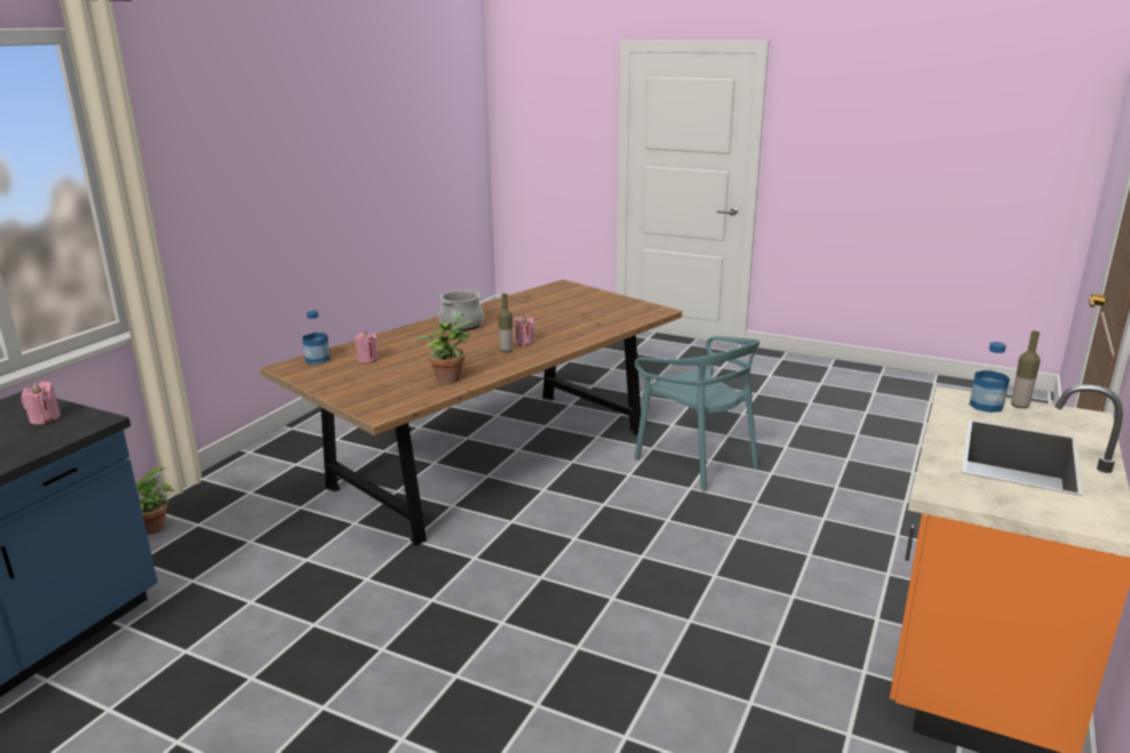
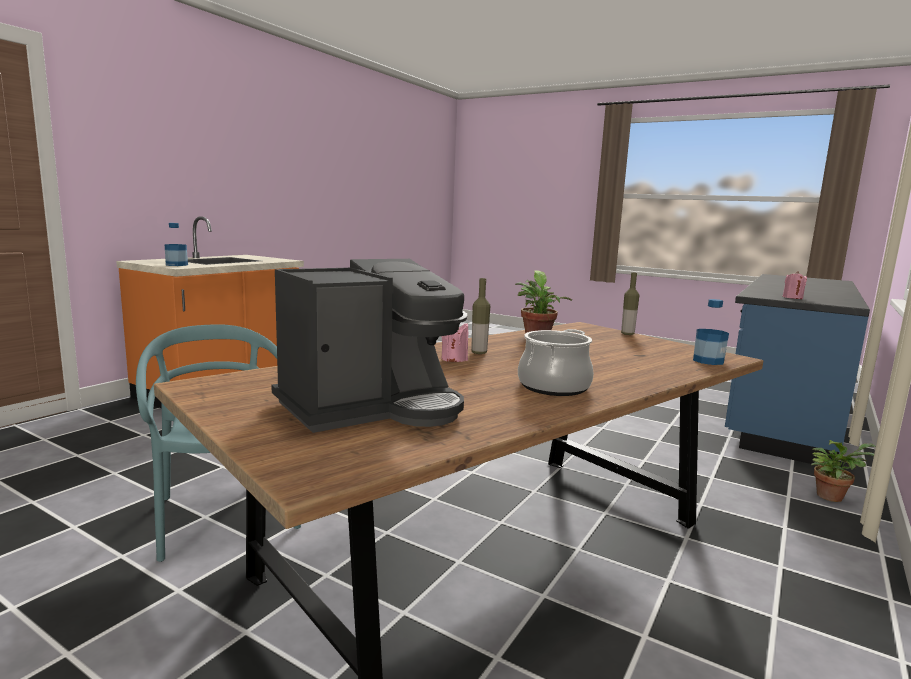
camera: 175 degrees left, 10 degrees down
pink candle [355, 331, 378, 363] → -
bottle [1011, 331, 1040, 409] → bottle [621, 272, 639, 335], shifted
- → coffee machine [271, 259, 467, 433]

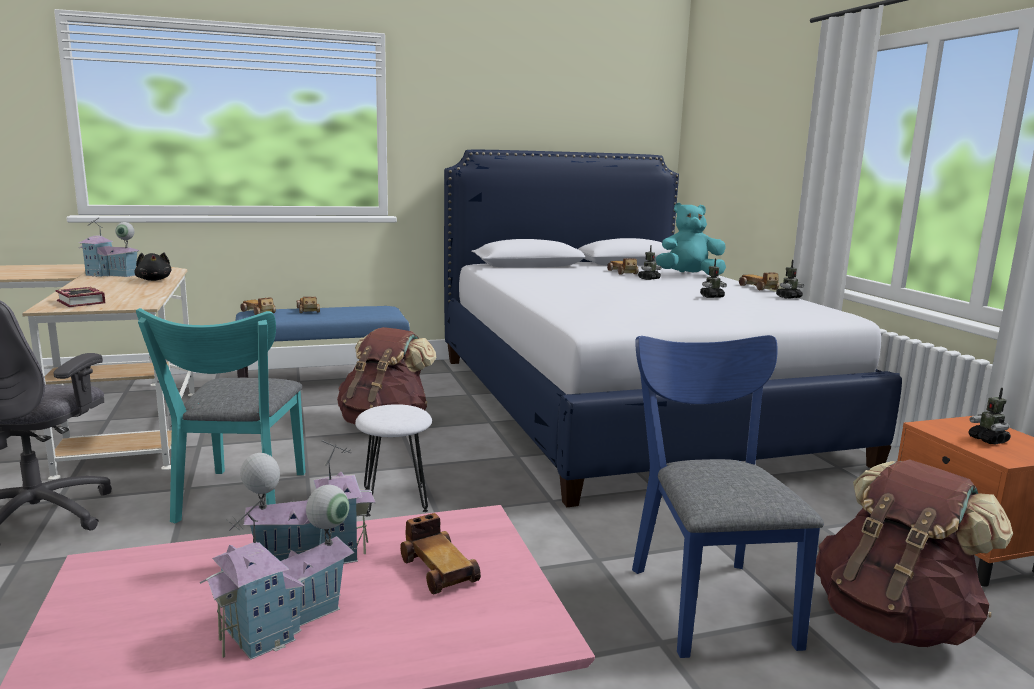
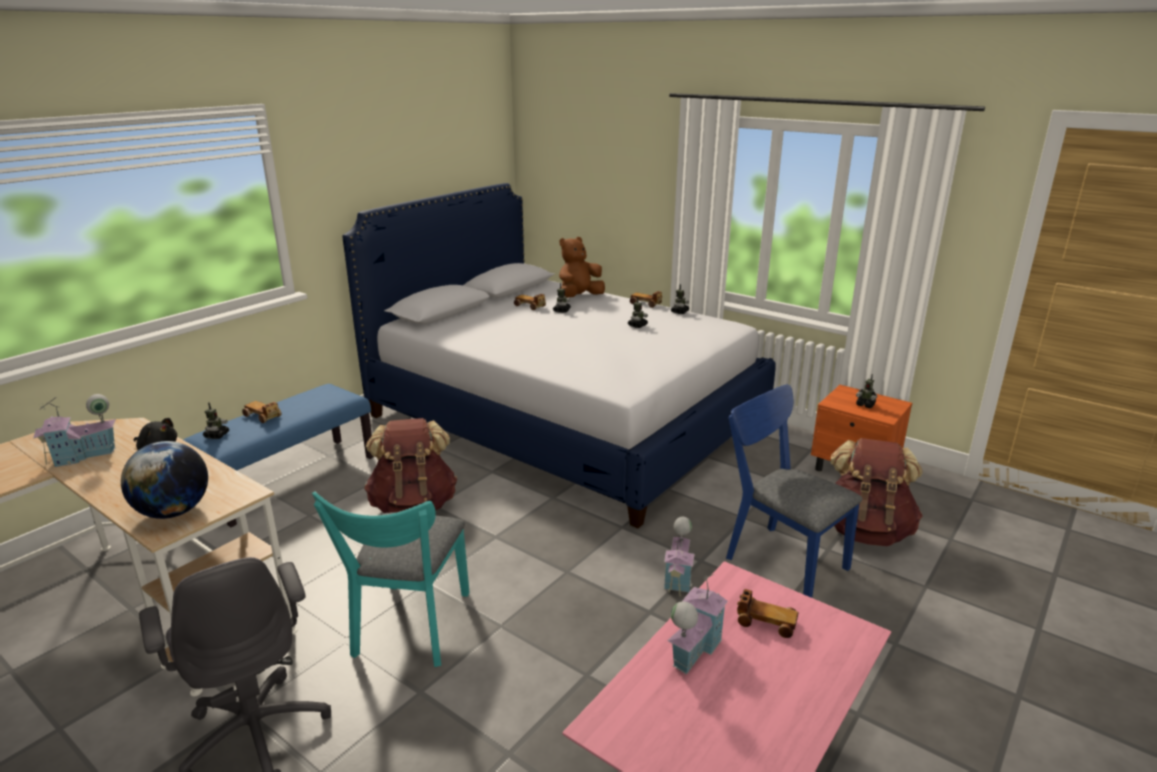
camera: 35 degrees left, 10 degrees up
book [55, 287, 106, 307] → globe [121, 441, 208, 519]
turquoise chair [136, 308, 305, 523] → turquoise chair [312, 491, 470, 667], 45 degrees clockwise
toy house [200, 485, 355, 660] → toy house [664, 517, 694, 597], shifted
toy car [240, 297, 276, 315] → toy robot [203, 402, 229, 439]
white stool [355, 404, 432, 516] → -
turquoise plush toy [656, 203, 726, 275] → brown plush toy [559, 237, 605, 298]

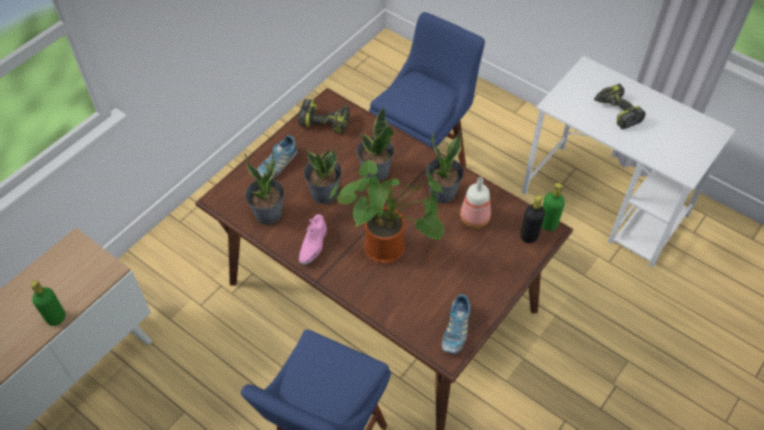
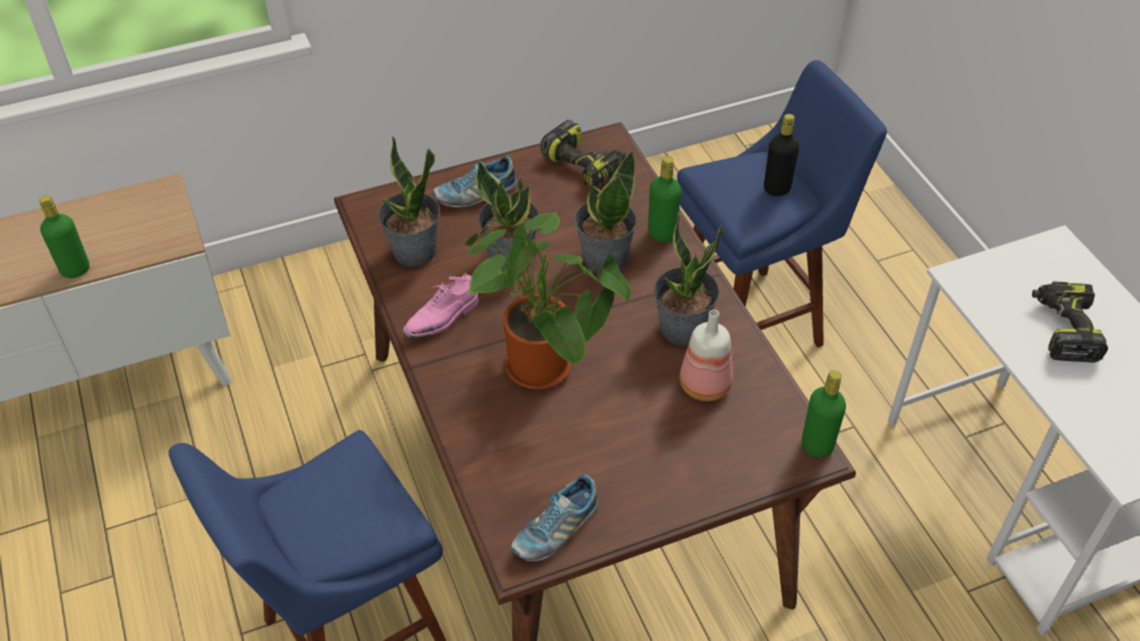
camera: 30 degrees right, 5 degrees down
black bottle [521, 195, 545, 243] → black bottle [764, 114, 800, 196], shifted
- → green bottle [648, 156, 681, 242]

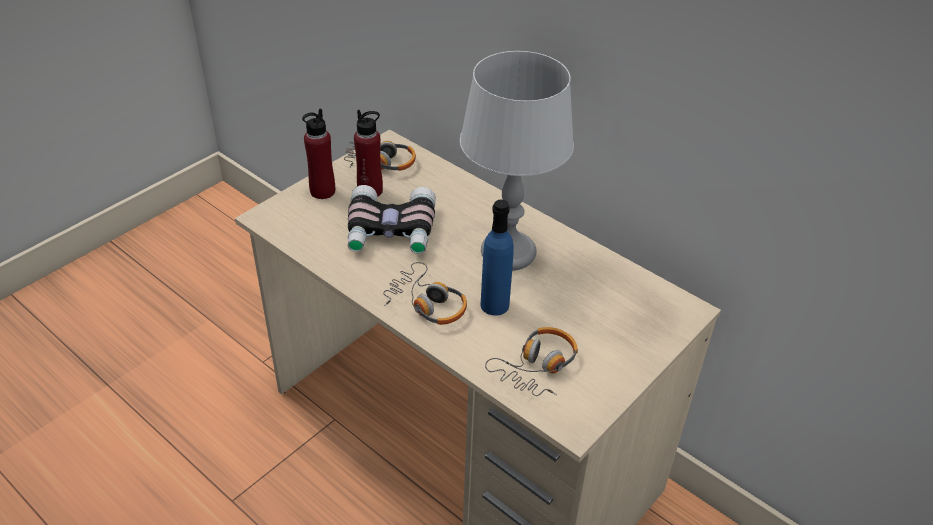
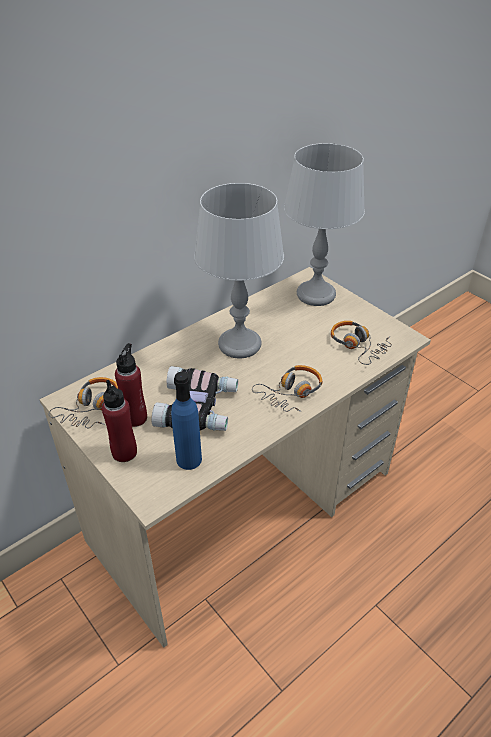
camera: 80 degrees left, 0 degrees up
blue bottle [480, 200, 514, 316] → blue bottle [171, 372, 202, 470], shifted
- → grey table lamp [284, 143, 365, 306]

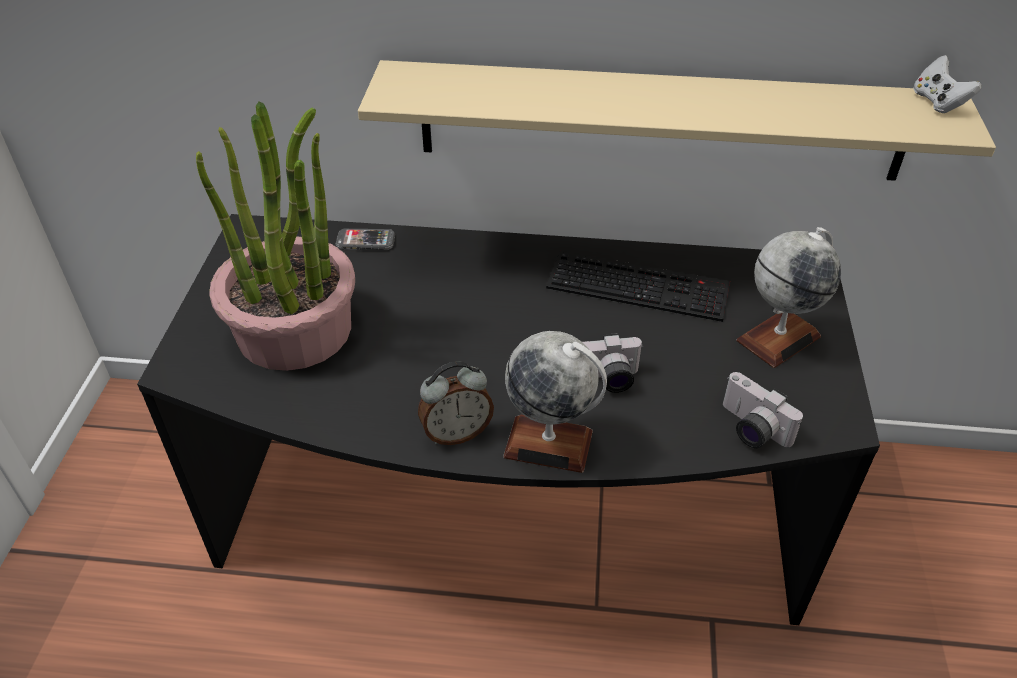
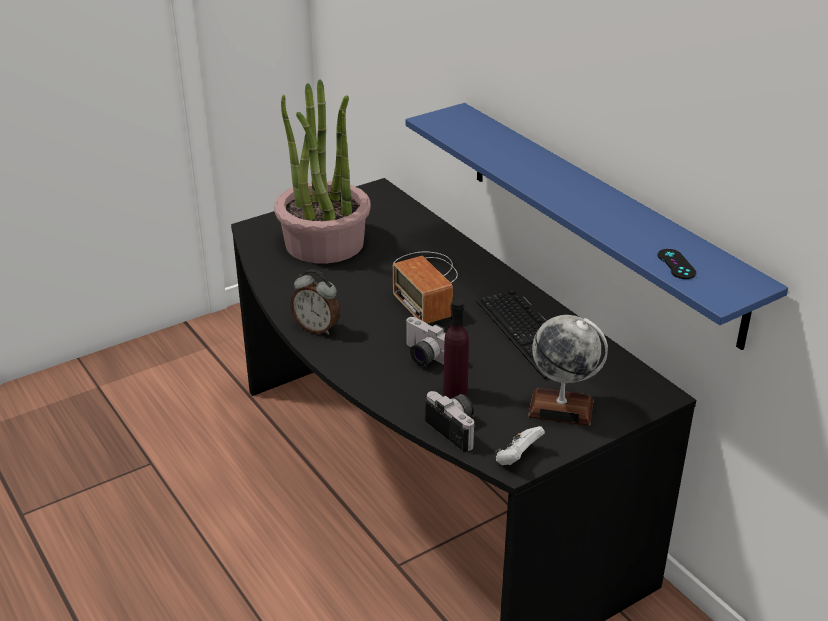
camera: 50 degrees right, 10 degrees down
phone [335, 229, 395, 250] → -
beige shelf [358, 60, 996, 181] → blue shelf [405, 103, 788, 350]
globe [503, 331, 607, 473] → -
photo camera [723, 372, 803, 448] → photo camera [425, 391, 474, 452], 135 degrees clockwise
white game controller [913, 55, 982, 113] → white game controller [496, 426, 545, 465], shifted
- → radio [393, 252, 458, 324]
- → purple bottle [443, 299, 469, 399]
- → black game controller [658, 249, 696, 279]

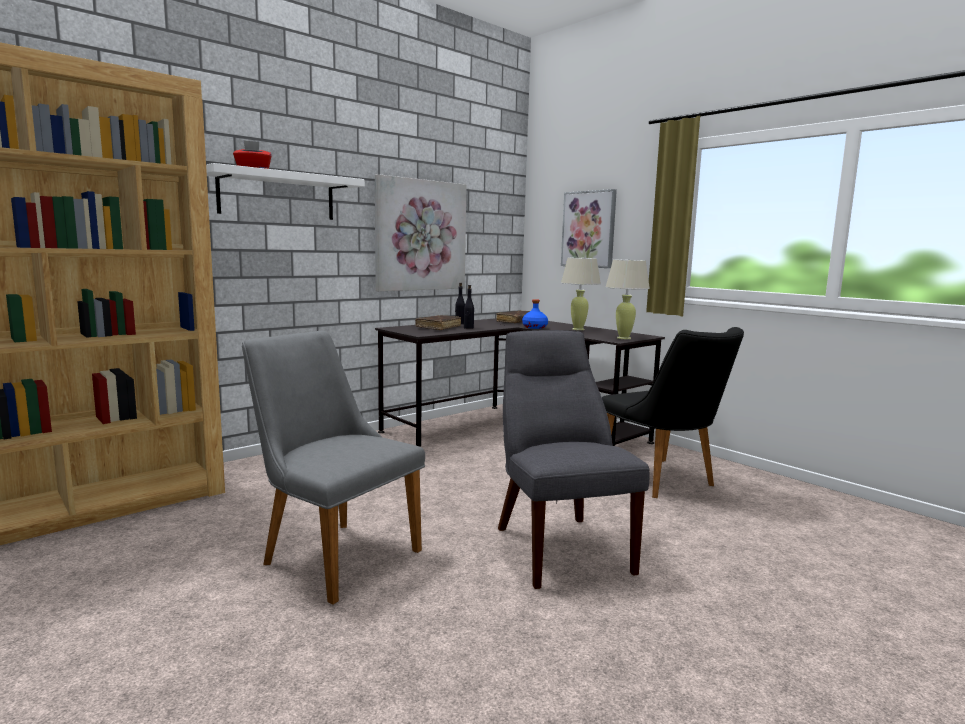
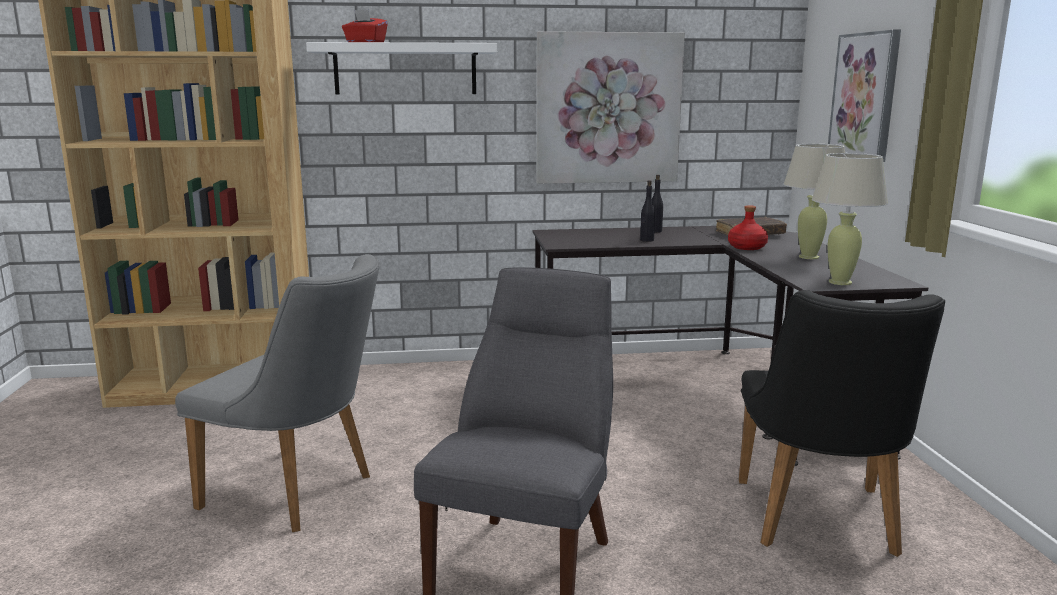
camera: 35 degrees right, 5 degrees up
grey chair [242, 331, 425, 605] → grey chair [175, 254, 379, 532], 135 degrees clockwise
brown book [415, 315, 461, 330] → -
blue bottle [522, 299, 548, 329] → red bottle [728, 205, 768, 250]

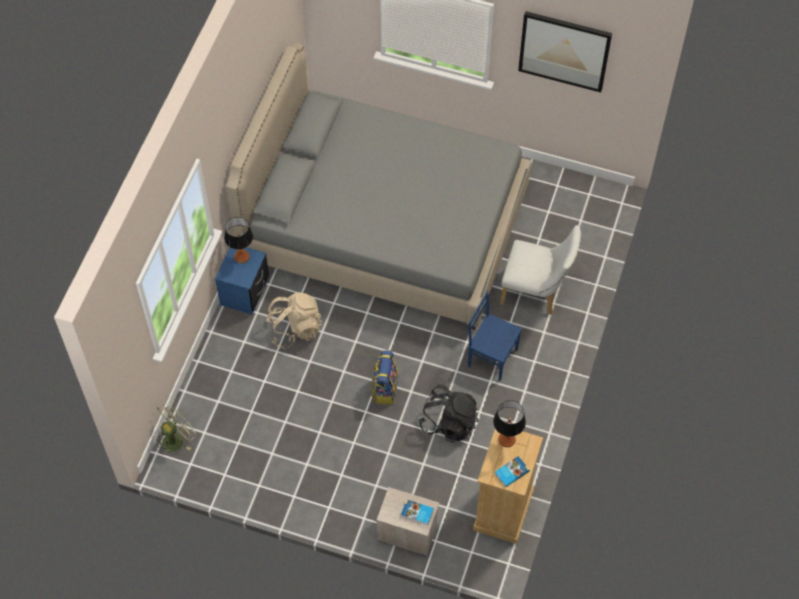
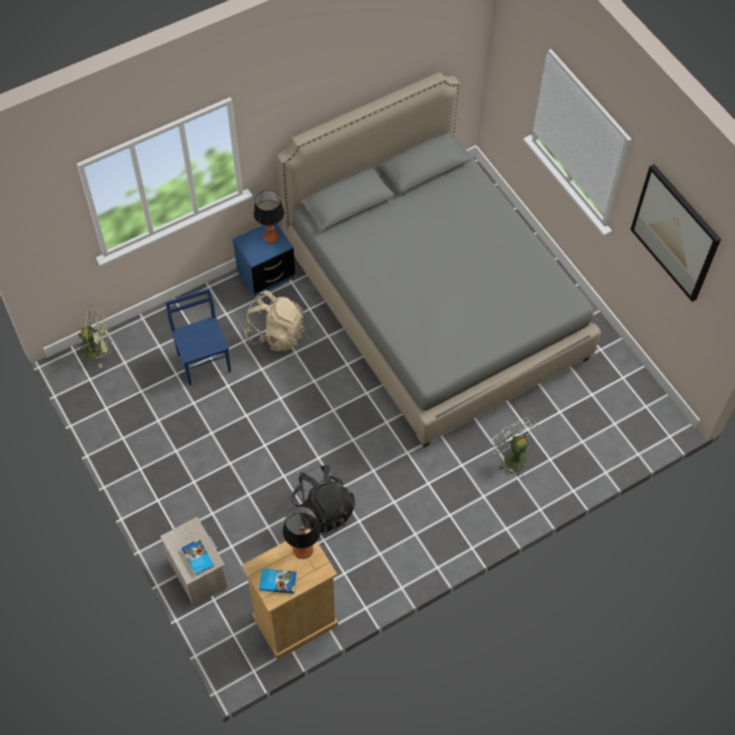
camera: 40 degrees right, 0 degrees up
backpack [371, 350, 399, 404] → -
blue chair [468, 291, 522, 381] → blue chair [166, 288, 231, 386], shifted
white chair [500, 225, 581, 315] → white fan [489, 417, 538, 477]

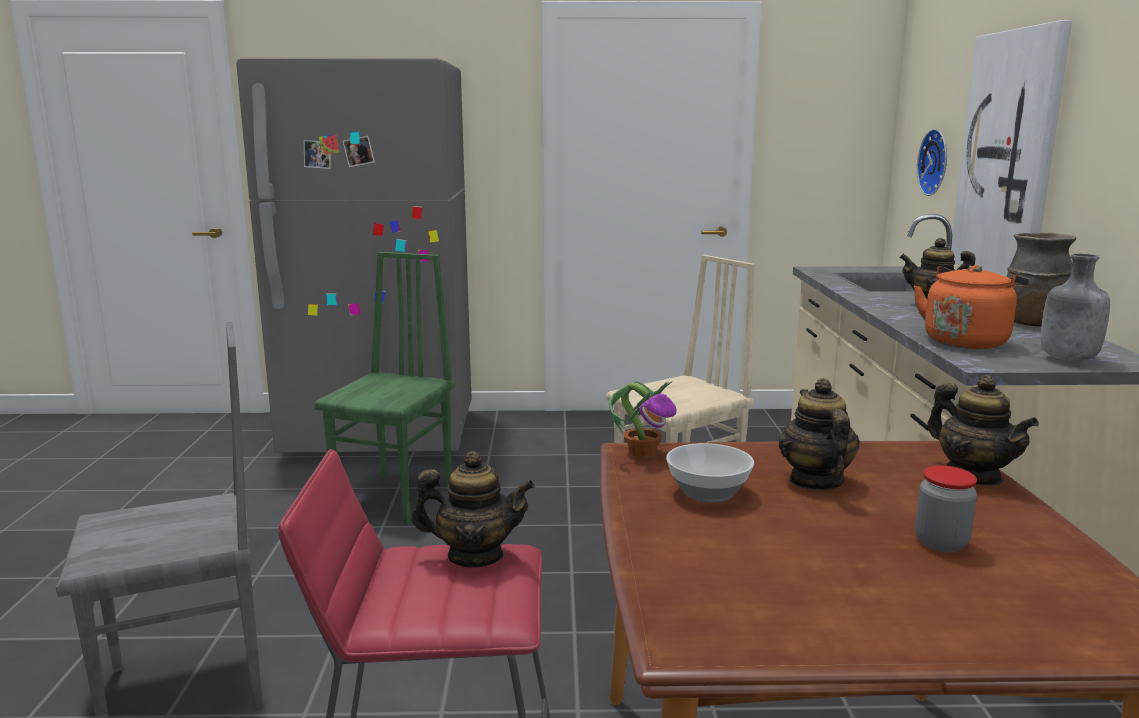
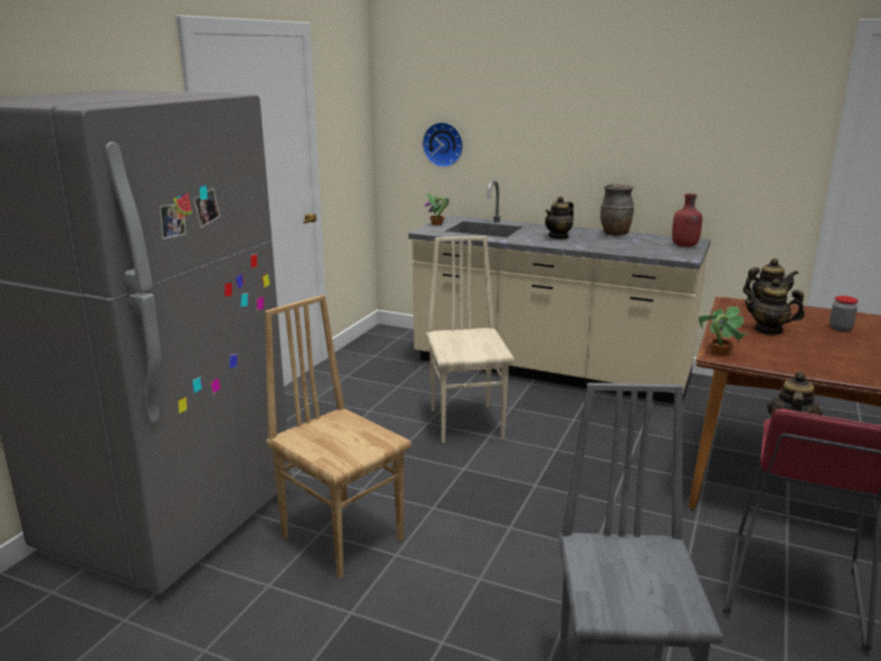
camera: 65 degrees left, 5 degrees up
green chair [314, 252, 455, 524] → brown chair [265, 295, 411, 579]
bowl [666, 443, 754, 503] → -
orange kettle [913, 265, 1029, 349] → -
picture [951, 20, 1072, 277] → -
grey bottle [1041, 253, 1110, 361] → red bottle [672, 194, 702, 247]
- → potted plant [425, 193, 449, 225]

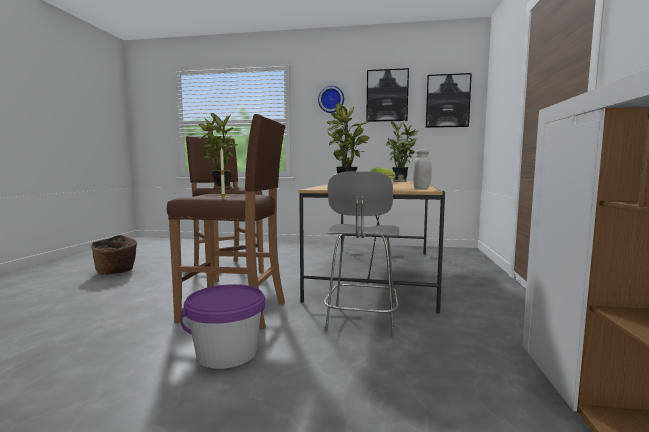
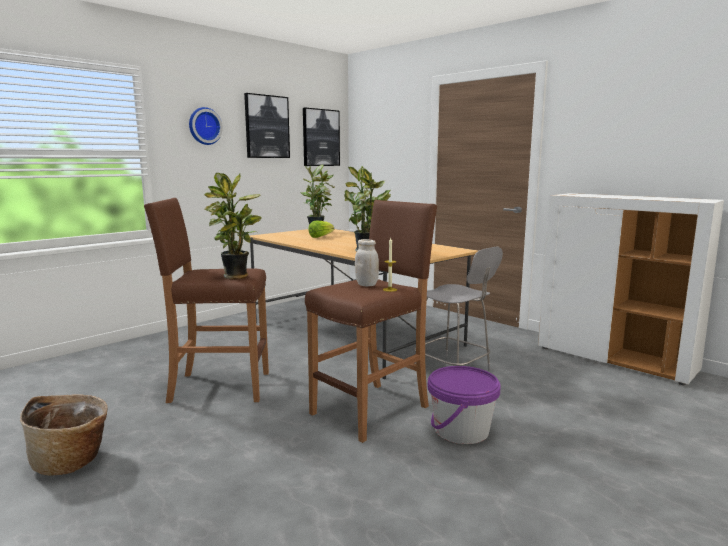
camera: 55 degrees left, 5 degrees up
white jar [413, 149, 432, 189] → white jar [355, 239, 379, 286], shifted

